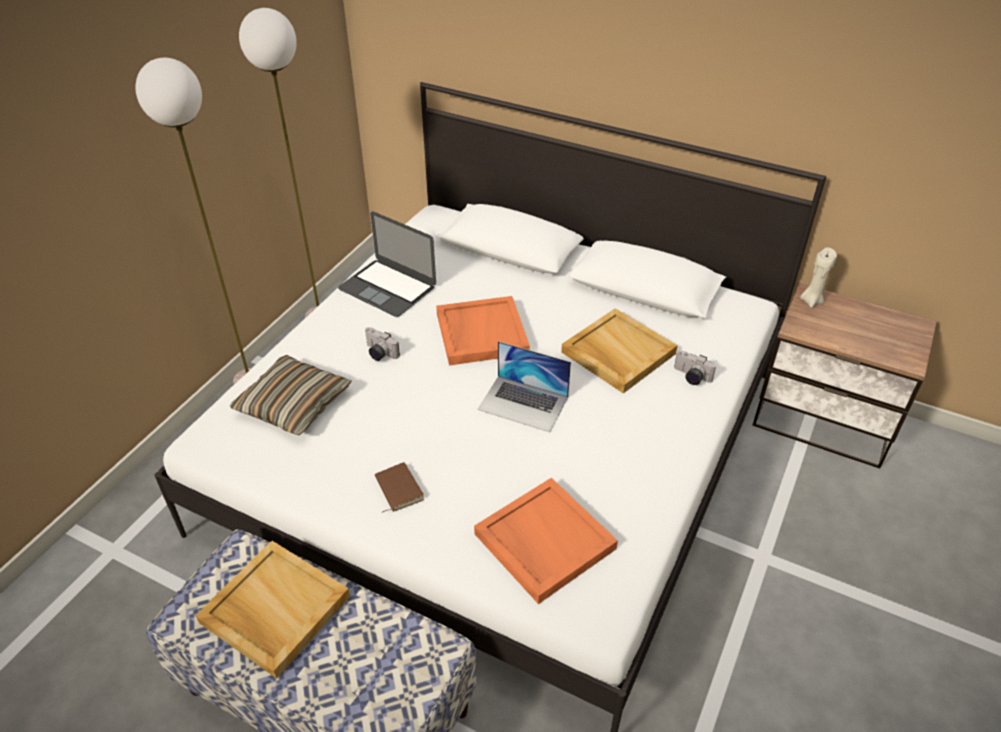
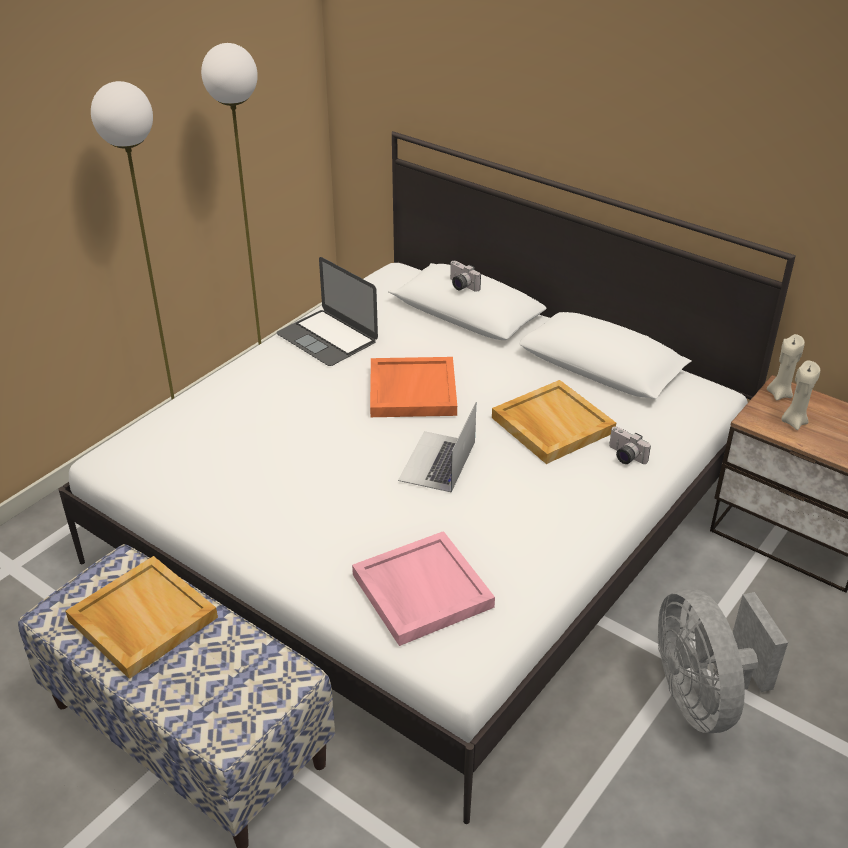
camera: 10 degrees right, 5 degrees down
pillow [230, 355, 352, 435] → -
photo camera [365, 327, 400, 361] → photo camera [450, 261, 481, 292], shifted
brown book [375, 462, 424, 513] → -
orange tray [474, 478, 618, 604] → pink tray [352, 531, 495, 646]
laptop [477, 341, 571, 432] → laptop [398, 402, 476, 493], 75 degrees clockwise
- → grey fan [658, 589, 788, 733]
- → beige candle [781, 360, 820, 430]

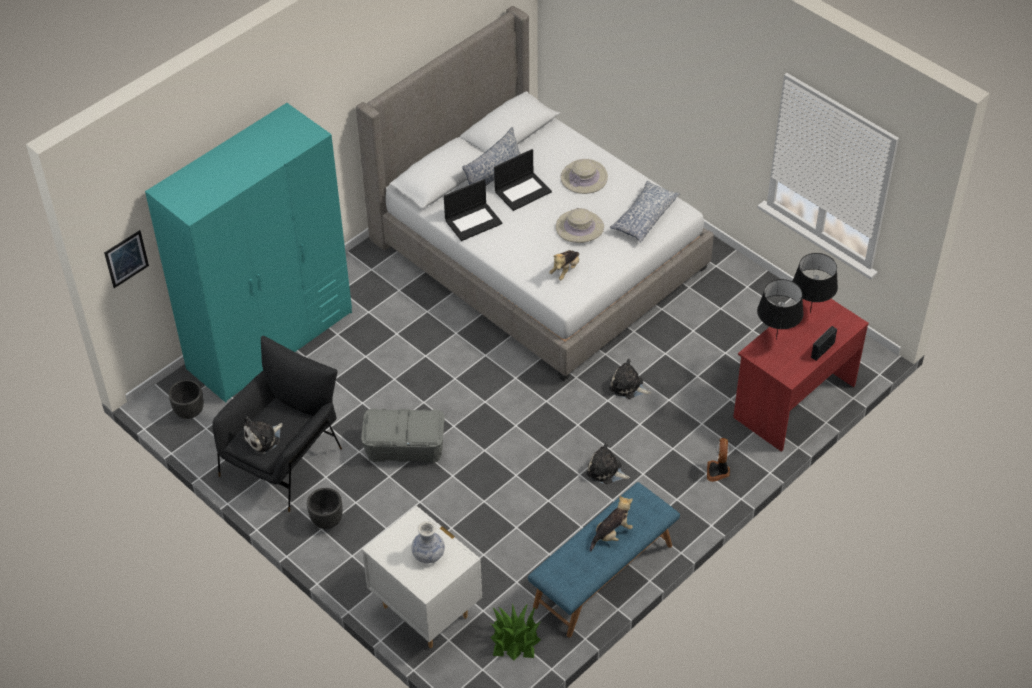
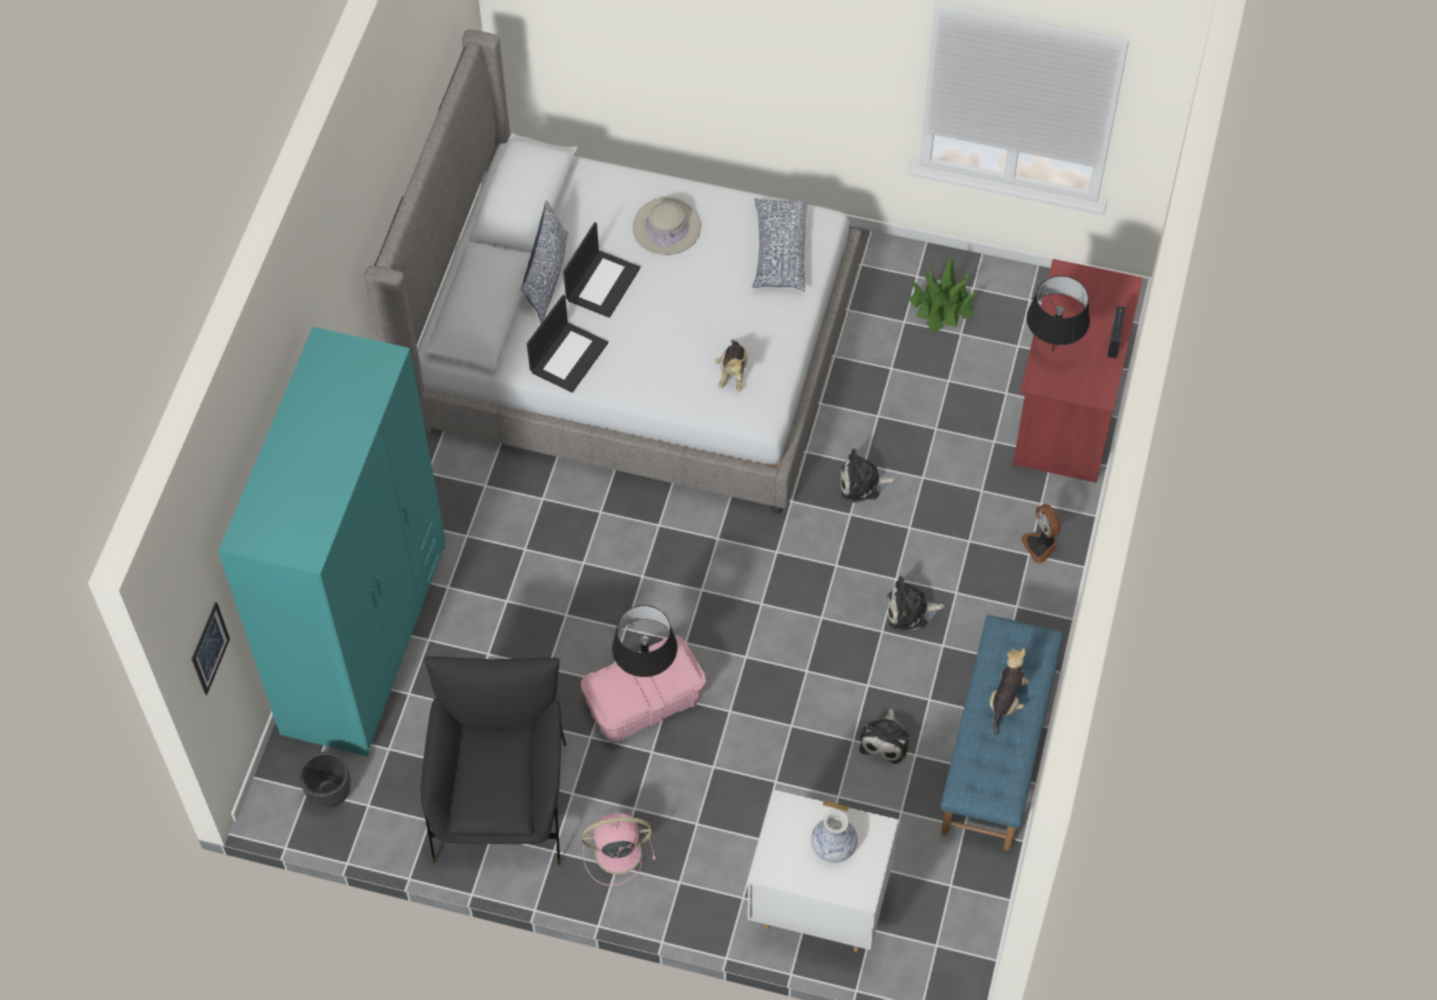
camera: 30 degrees left, 10 degrees up
plush toy [243, 417, 283, 454] → plush toy [859, 709, 909, 764], shifted
black planter [307, 488, 343, 529] → pink fan [581, 813, 656, 886]
grey storage box [361, 408, 445, 463] → pink storage box [581, 635, 706, 743]
potted plant [491, 603, 541, 660] → potted plant [908, 257, 978, 332], shifted
beige hat [556, 208, 604, 243] → -
black table lamp [792, 253, 838, 313] → black table lamp [612, 605, 678, 677], shifted

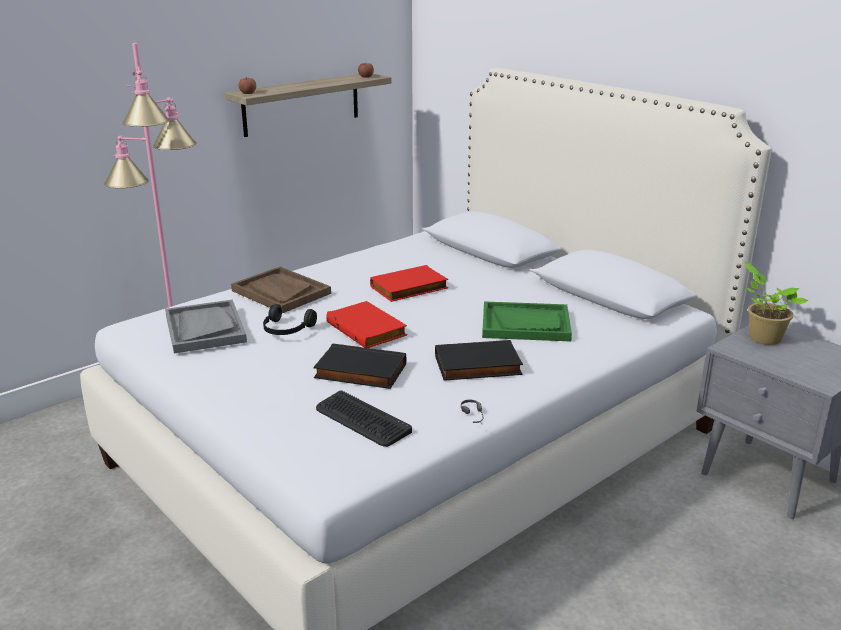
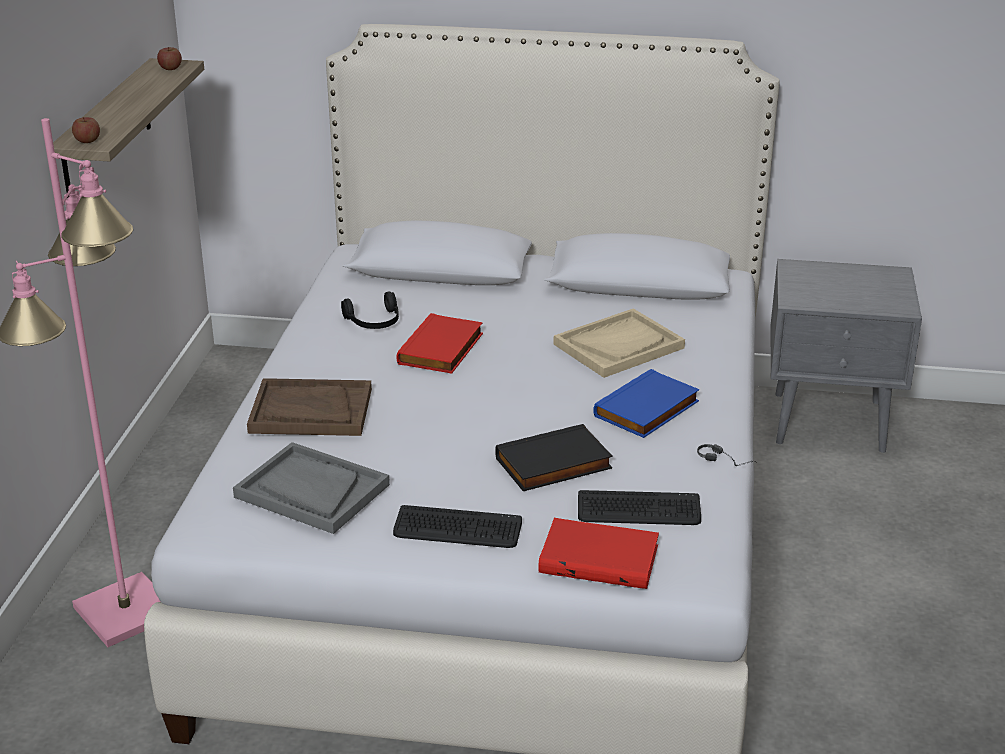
camera: 40 degrees left, 5 degrees up
black headphones [263, 304, 317, 335] → black headphones [341, 292, 399, 329], shifted
red book [326, 301, 407, 348] → red book [538, 518, 659, 589], shifted
black book [435, 340, 523, 381] → blue book [593, 369, 700, 438]
green tray [482, 301, 572, 341] → beige tray [553, 308, 685, 378]
potted plant [745, 261, 809, 345] → -
- → keyboard [393, 505, 522, 548]

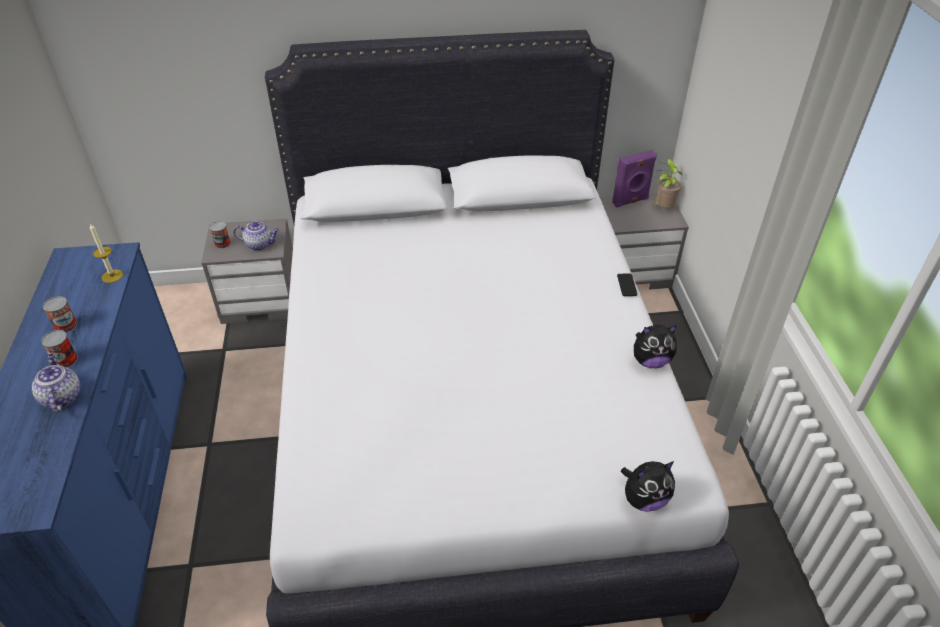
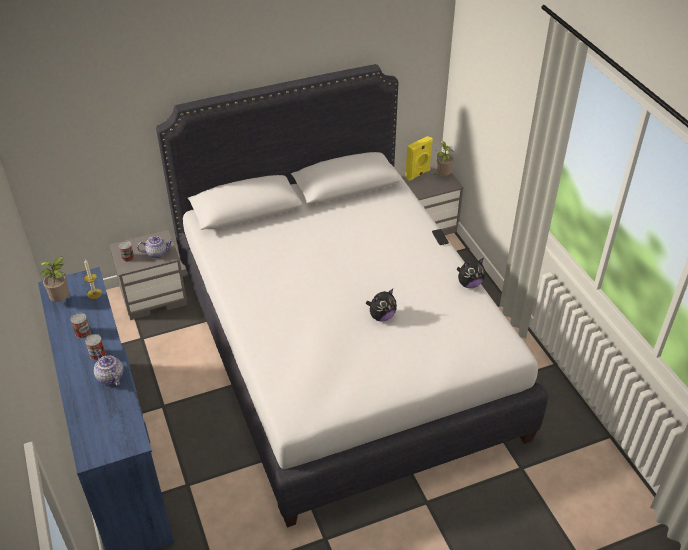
camera: 15 degrees left, 0 degrees up
purple speaker [612, 150, 657, 208] → yellow speaker [405, 136, 433, 181]
plush toy [621, 461, 675, 512] → plush toy [366, 289, 397, 322], shifted
- → potted plant [40, 256, 71, 302]

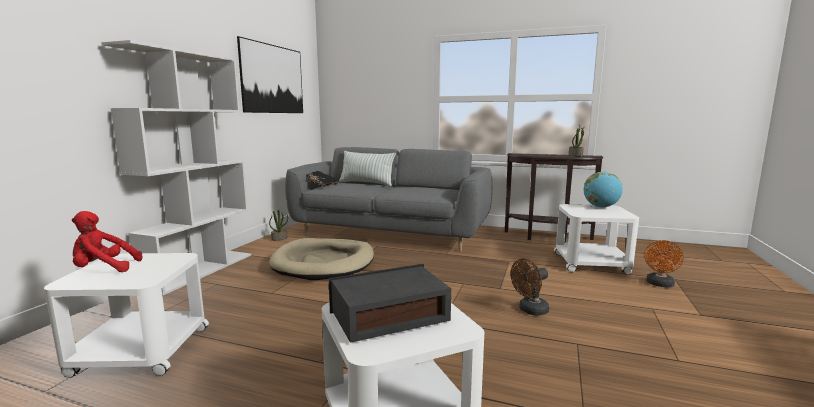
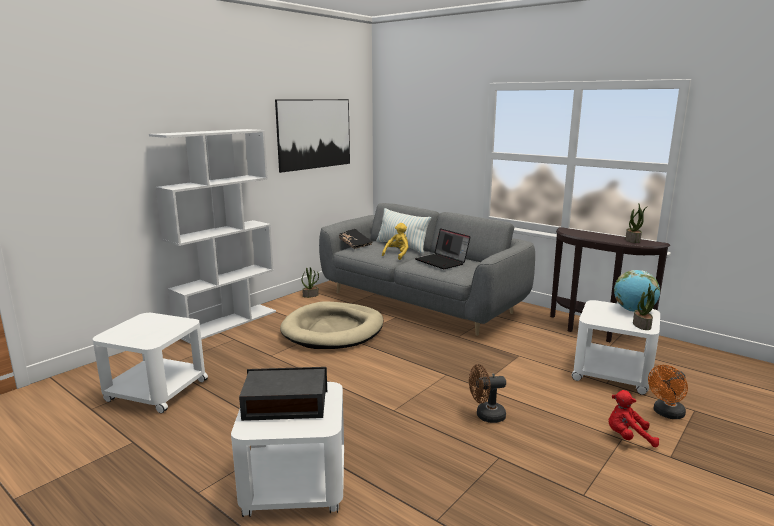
camera: 20 degrees right, 5 degrees up
red plush toy [72, 211, 143, 272] → red plush toy [608, 390, 659, 447], shifted
- → yellow plush toy [382, 223, 408, 260]
- → laptop [415, 228, 470, 269]
- → potted plant [633, 284, 659, 330]

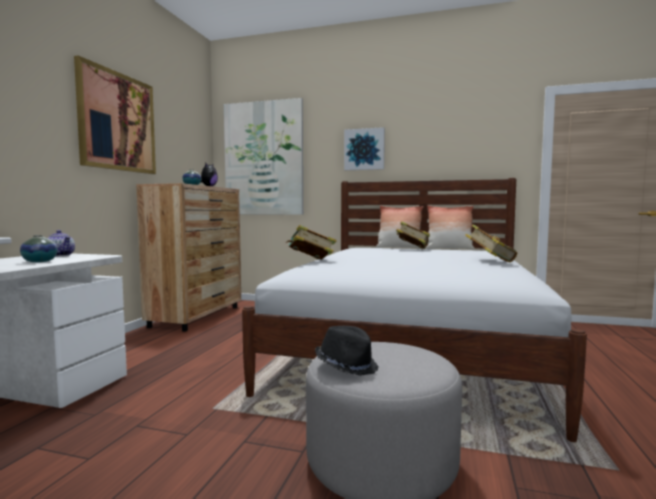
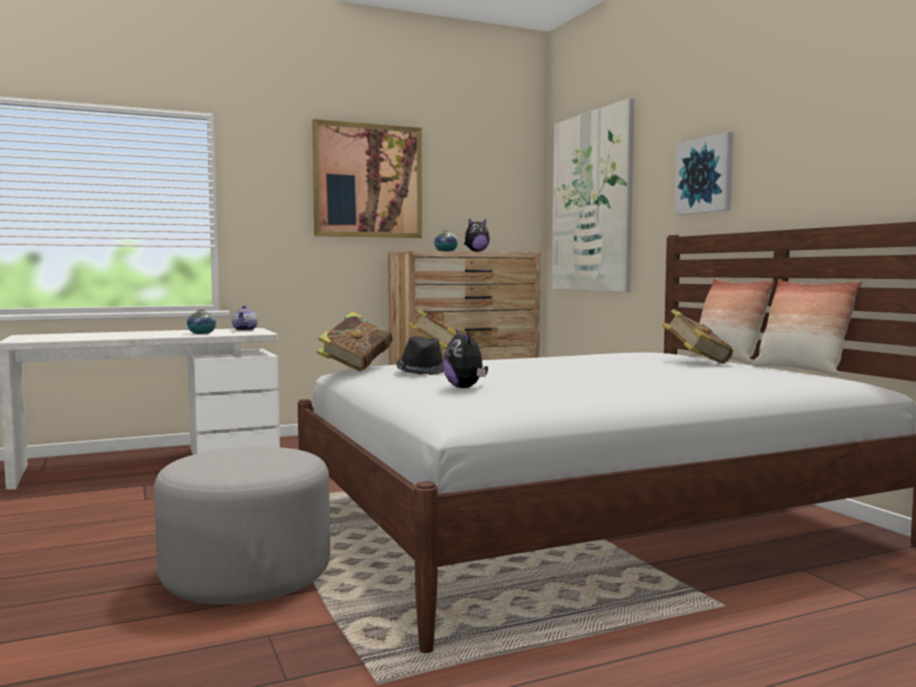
camera: 50 degrees right, 0 degrees up
black hat [315, 326, 379, 376] → black hat [396, 336, 444, 375], shifted
book [465, 224, 517, 263] → book [317, 312, 393, 371], shifted
- → plush toy [443, 329, 488, 388]

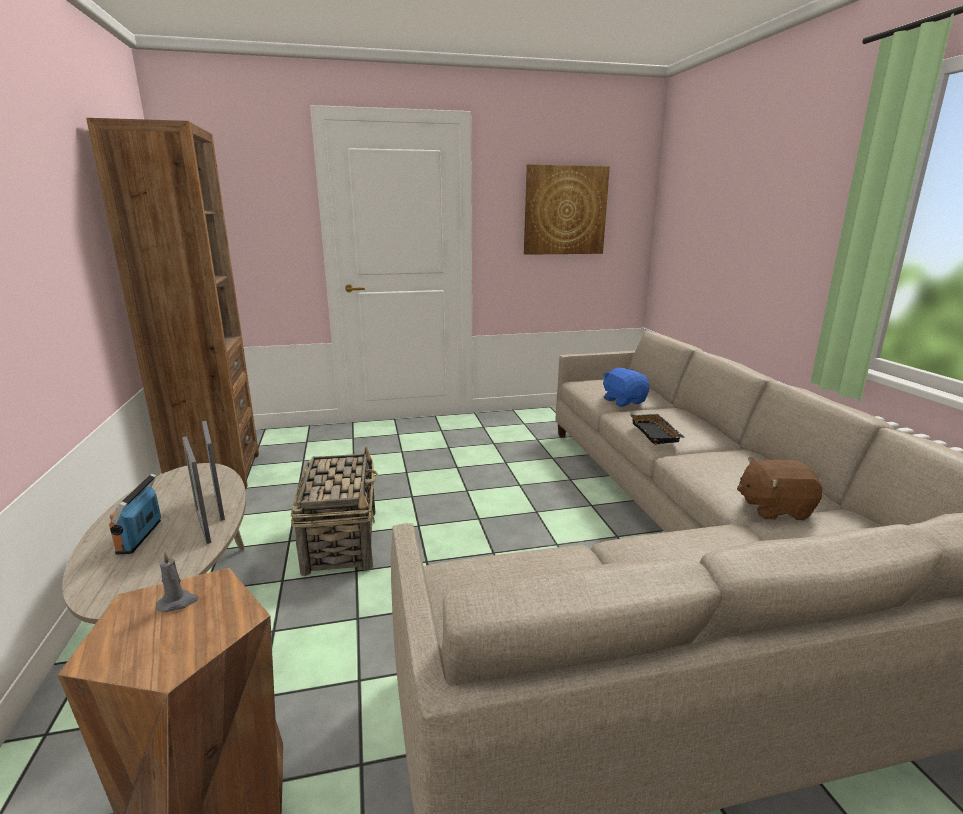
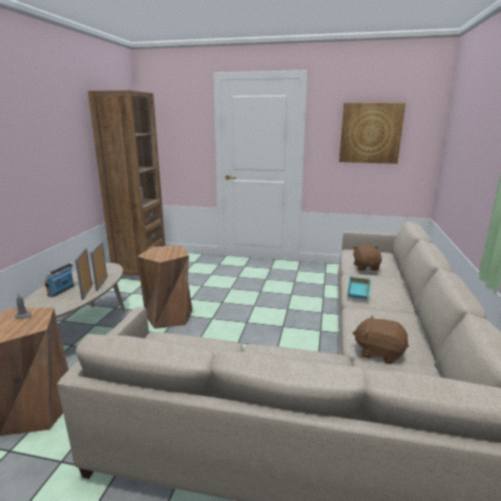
camera: 25 degrees right, 0 degrees up
basket [291, 446, 379, 576] → brown stool [137, 246, 193, 329]
blue plush toy [603, 368, 650, 407] → brown plush toy [352, 244, 382, 271]
black tray [630, 414, 685, 445] → turquoise tray [347, 276, 371, 299]

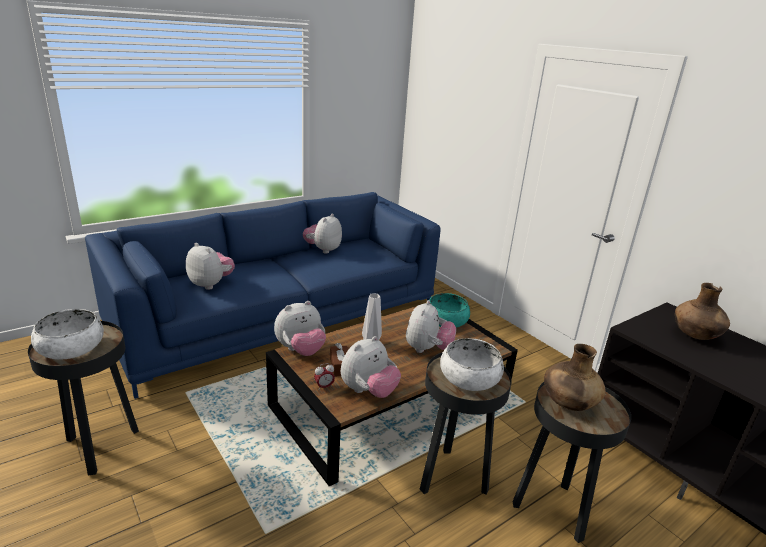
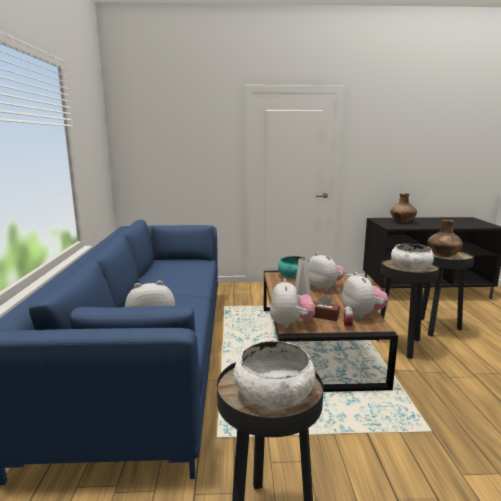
camera: 55 degrees left, 10 degrees down
plush toy [303, 214, 342, 254] → -

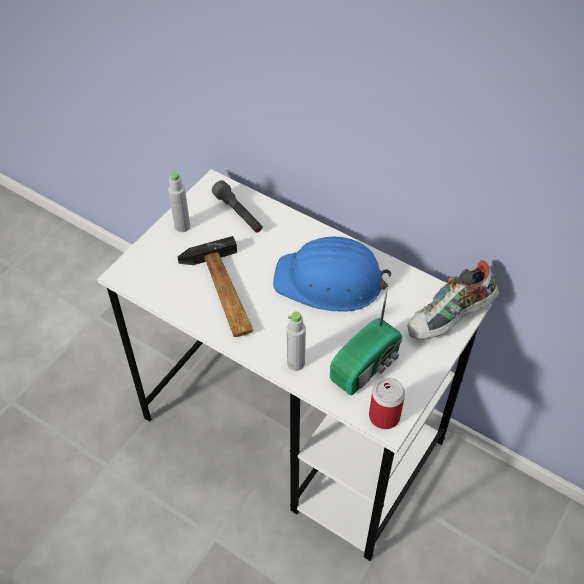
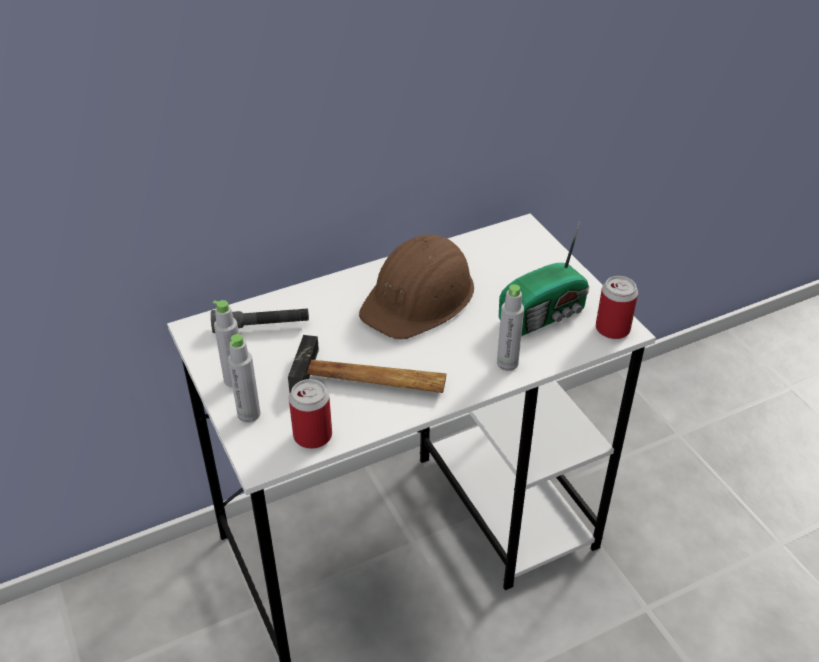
camera: 60 degrees left, 10 degrees down
blue hard hat [273, 237, 392, 312] → brown hard hat [359, 235, 474, 340]
radio [330, 286, 403, 395] → radio [499, 221, 590, 336], 75 degrees clockwise
shoe [408, 260, 499, 340] → -
- → grey bottle [228, 334, 260, 423]
- → can [289, 379, 332, 449]

